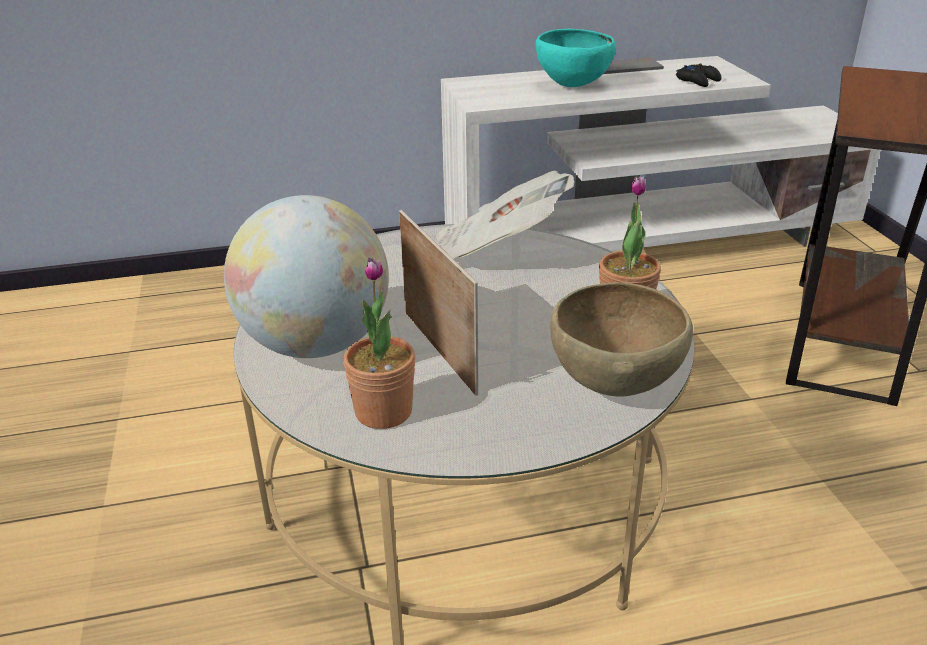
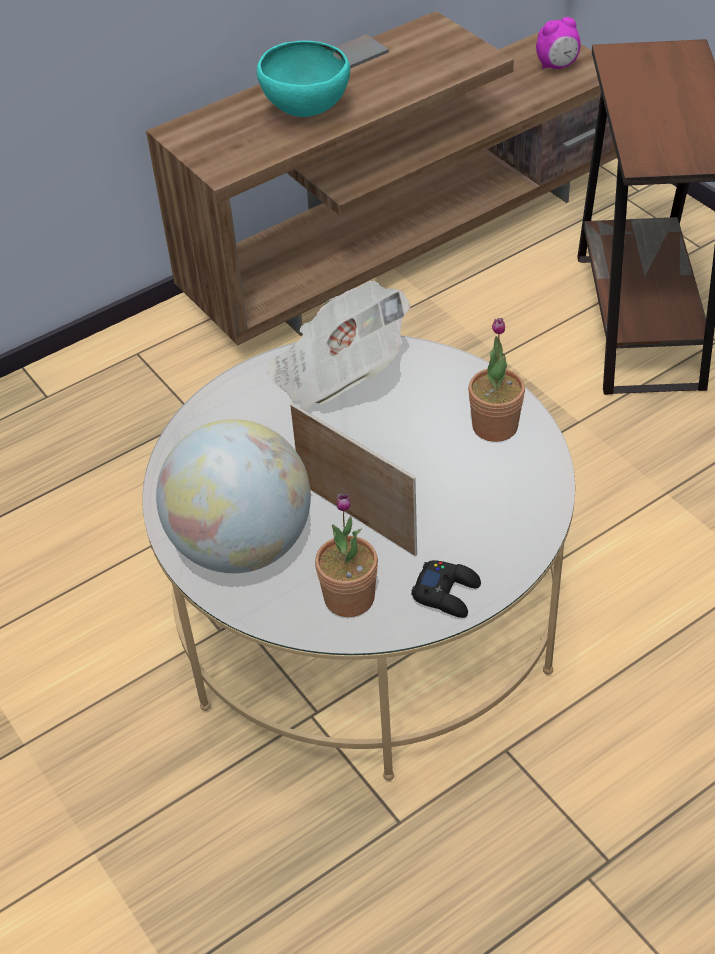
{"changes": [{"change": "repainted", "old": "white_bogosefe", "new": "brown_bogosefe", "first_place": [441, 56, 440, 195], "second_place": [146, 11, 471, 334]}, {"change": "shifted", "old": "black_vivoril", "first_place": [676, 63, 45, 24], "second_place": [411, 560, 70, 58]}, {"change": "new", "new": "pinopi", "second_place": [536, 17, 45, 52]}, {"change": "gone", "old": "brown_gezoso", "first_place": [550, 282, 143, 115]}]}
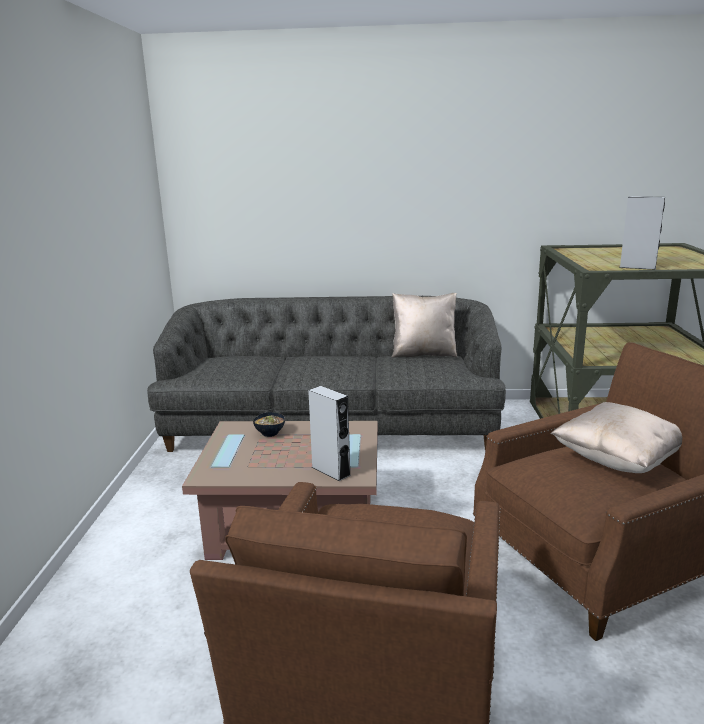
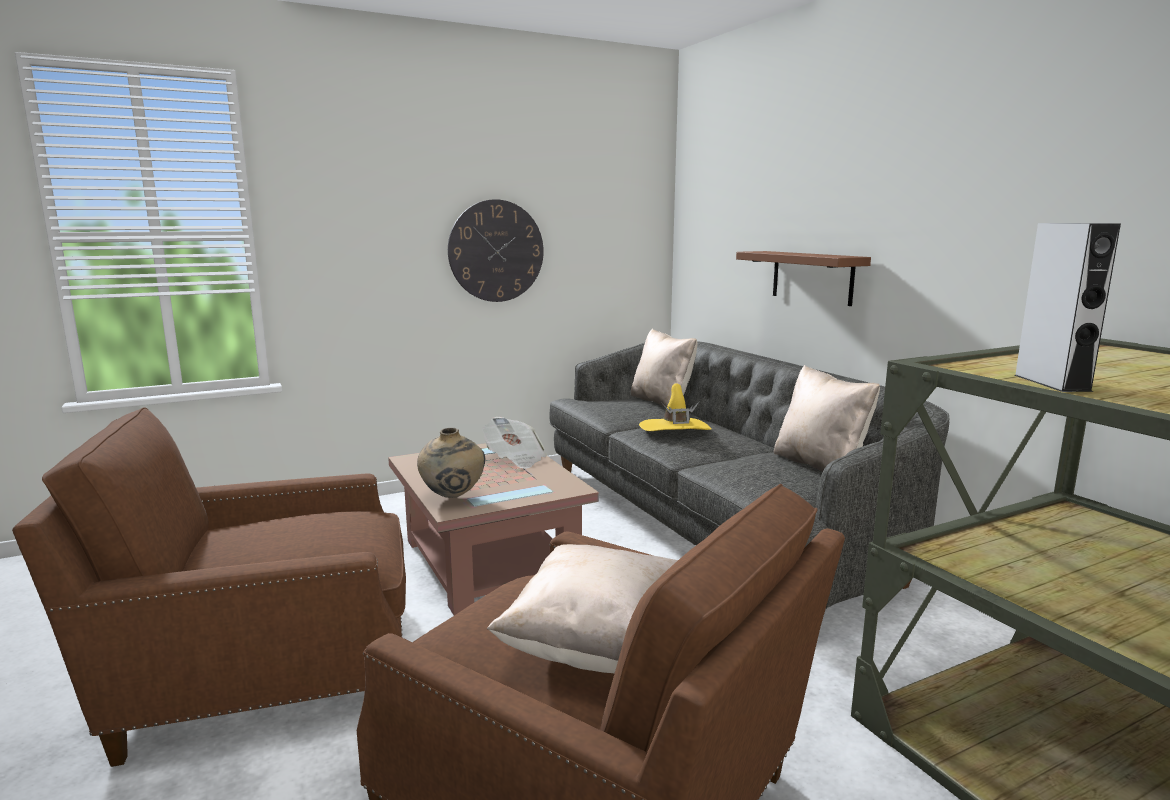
{"changes": [{"change": "swapped", "old": "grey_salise", "new": "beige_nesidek", "first_place": [308, 386, 43, 95], "second_place": [417, 428, 68, 70]}, {"change": "new", "new": "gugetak", "second_place": [448, 199, 96, 103]}, {"change": "swapped", "old": "gezoso", "new": "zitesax", "first_place": [253, 412, 32, 25], "second_place": [482, 417, 65, 52]}, {"change": "new", "new": "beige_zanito", "second_place": [631, 329, 66, 78]}, {"change": "new", "new": "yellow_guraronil", "second_place": [639, 383, 73, 48]}, {"change": "new", "new": "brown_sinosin", "second_place": [736, 251, 135, 55]}]}
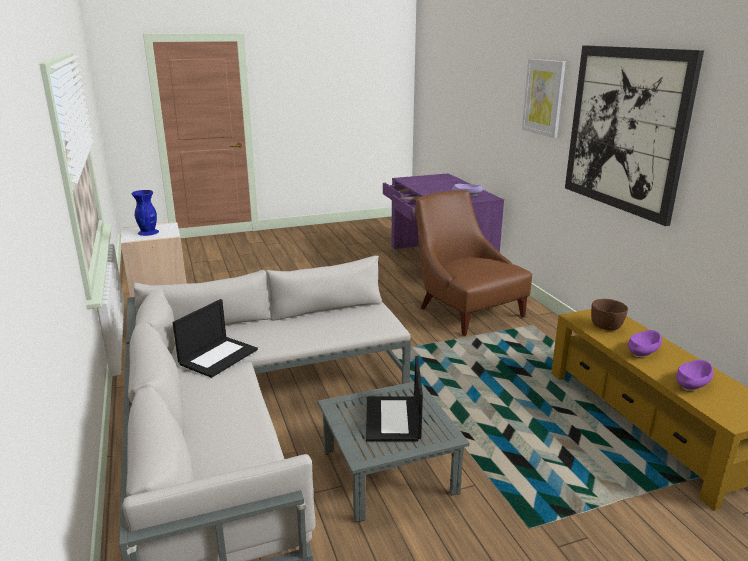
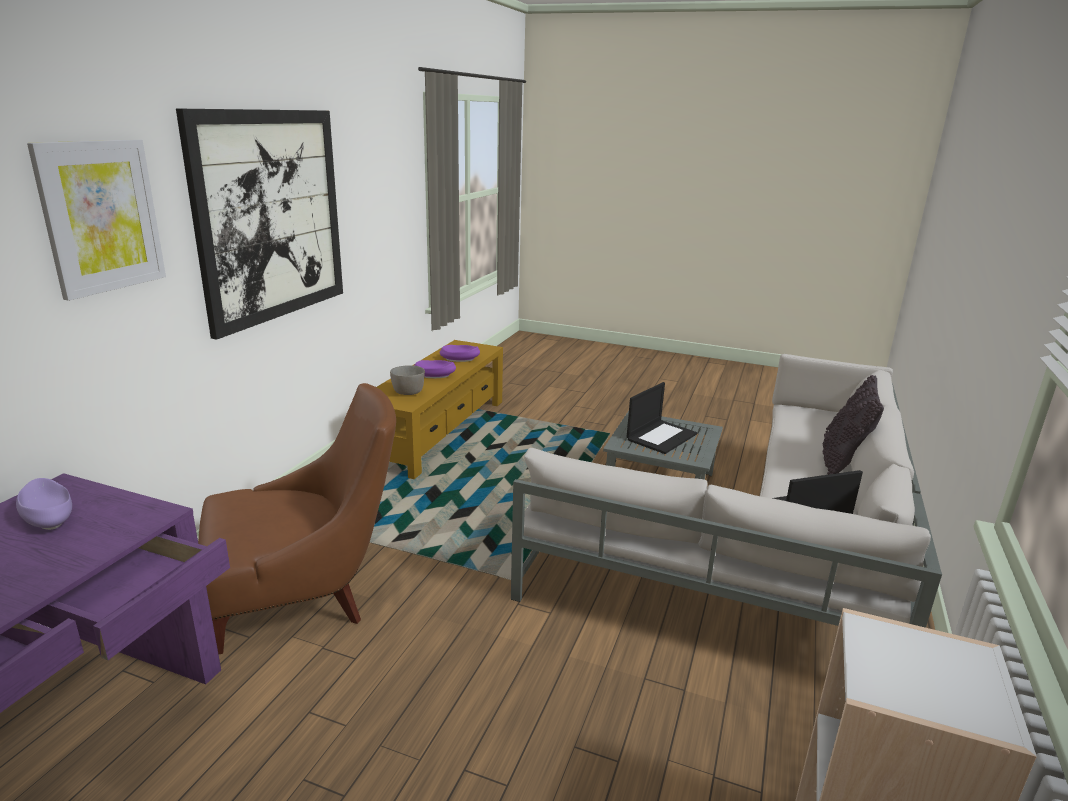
{"changes": [{"change": "rotated", "old": "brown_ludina", "first_place": [416, 190, 116, 146], "second_place": [198, 383, 198, 272], "degrees": -120}, {"change": "repainted", "old": "brown_gezoso", "new": "grey_gezoso", "first_place": [591, 299, 37, 32], "second_place": [390, 365, 35, 30]}, {"change": "new", "new": "black_zanito", "second_place": [822, 375, 62, 100]}, {"change": "gone", "old": "blue_nesidek", "first_place": [132, 190, 27, 46]}]}
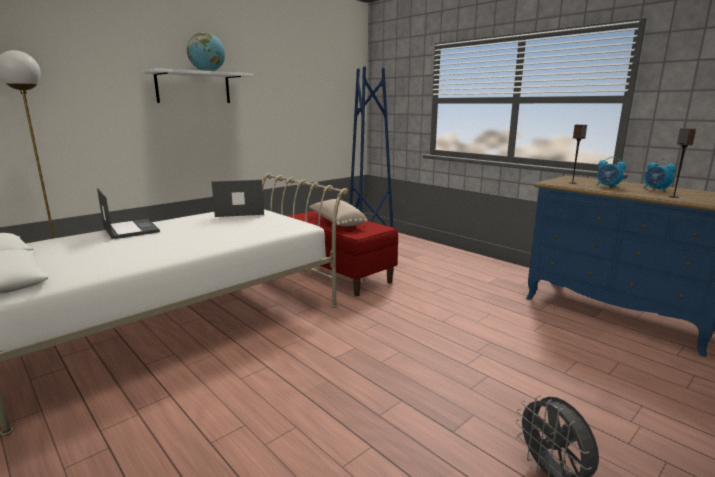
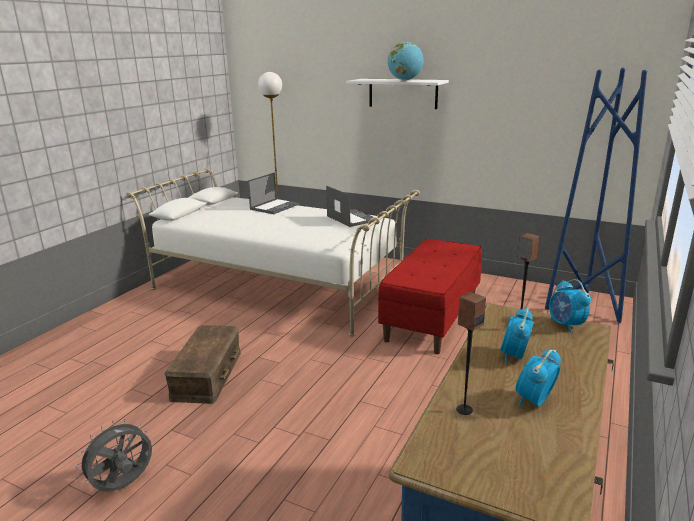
{"changes": [{"change": "new", "new": "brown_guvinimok", "second_place": [165, 325, 76, 79]}, {"change": "new", "new": "pinopi", "second_place": [549, 279, 42, 54]}, {"change": "gone", "old": "beige_zanito", "first_place": [309, 199, 58, 27]}]}
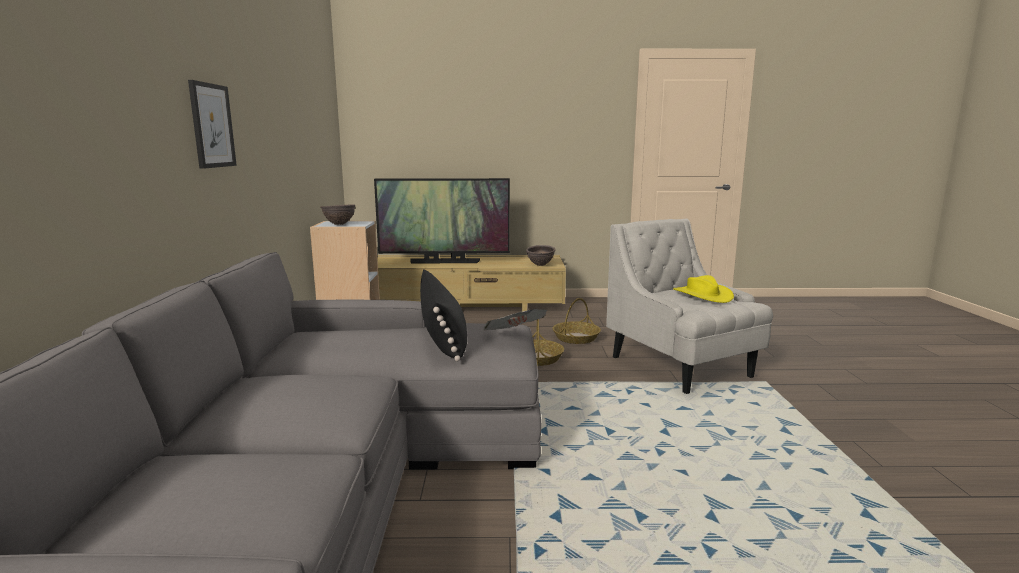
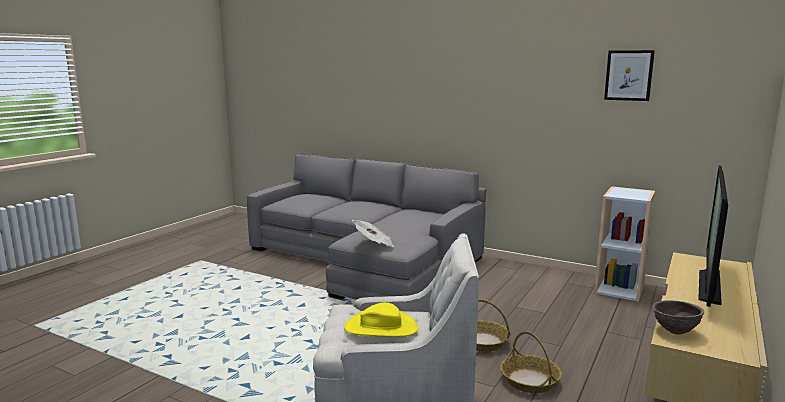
{"changes": [{"change": "shifted", "old": "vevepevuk", "first_place": [188, 80, 49, 89], "second_place": [604, 50, 51, 51]}, {"change": "gone", "old": "brown_gezoso", "first_place": [320, 204, 35, 21]}, {"change": "gone", "old": "black_zanito", "first_place": [420, 269, 47, 93]}]}
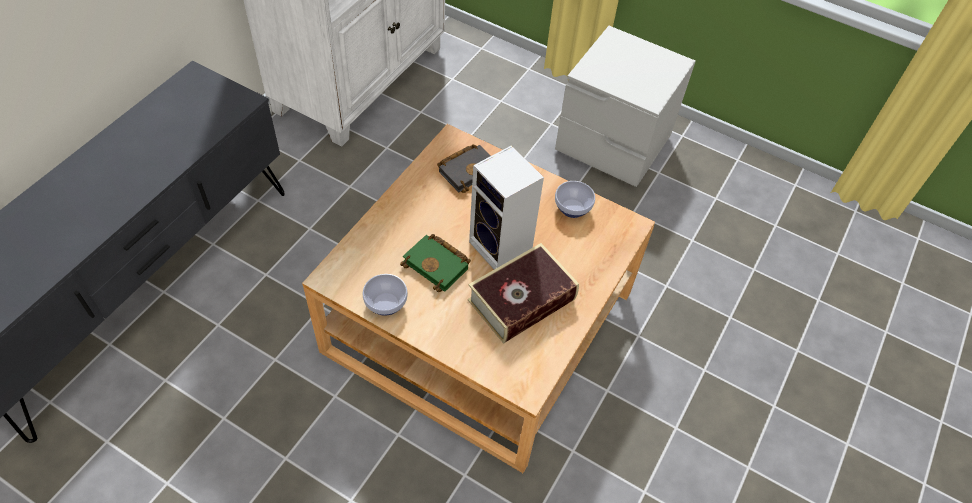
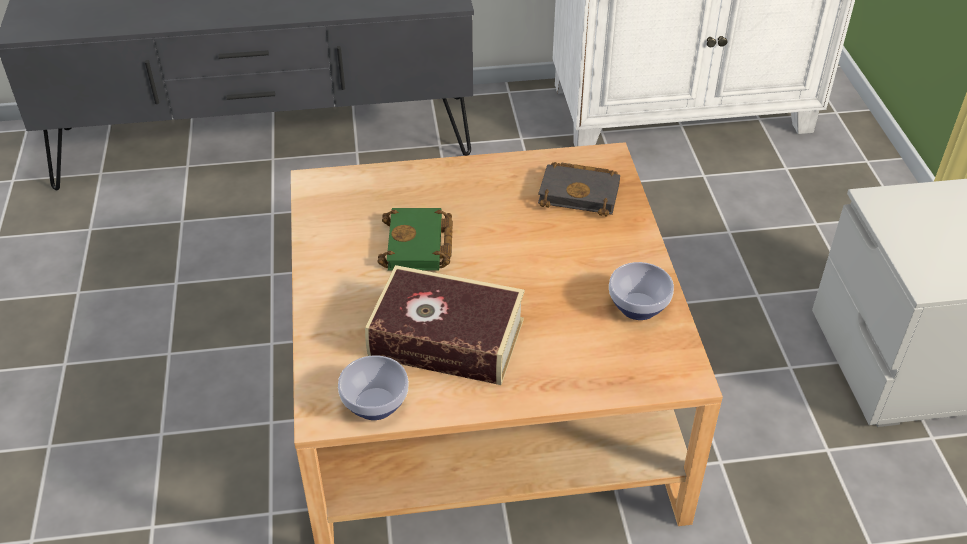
{"changes": [{"change": "shifted", "old": "gezoso", "first_place": [363, 274, 45, 42], "second_place": [338, 355, 71, 65]}, {"change": "gone", "old": "salise", "first_place": [469, 145, 75, 124]}]}
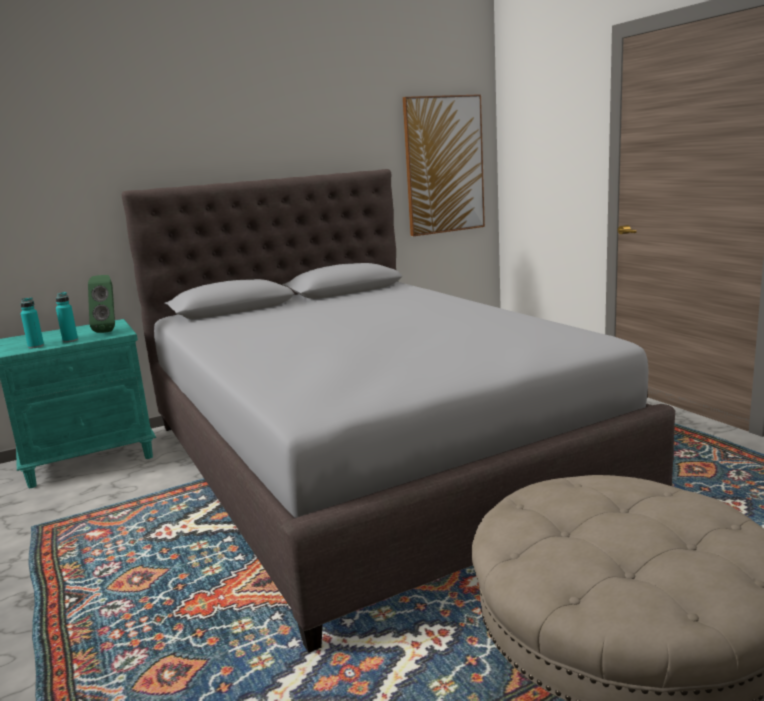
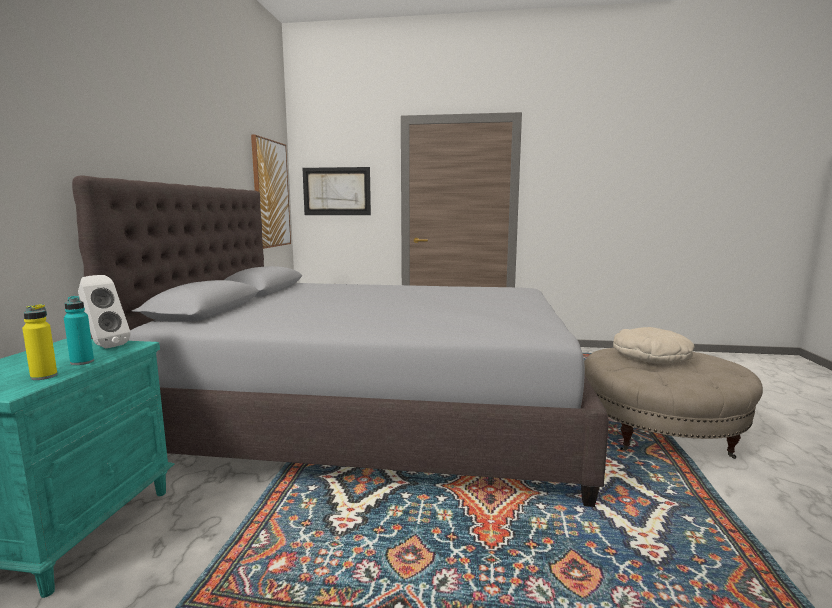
{"changes": [{"change": "repainted", "old": "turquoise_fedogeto", "new": "yellow_fedogeto", "first_place": [21, 297, 23, 52], "second_place": [22, 304, 36, 76]}, {"change": "repainted", "old": "green_salise", "new": "white_salise", "first_place": [88, 275, 27, 58], "second_place": [78, 275, 53, 73]}, {"change": "new", "new": "vevepevuk", "second_place": [302, 167, 69, 48]}, {"change": "new", "new": "beige_zanito", "second_place": [613, 327, 81, 37]}]}
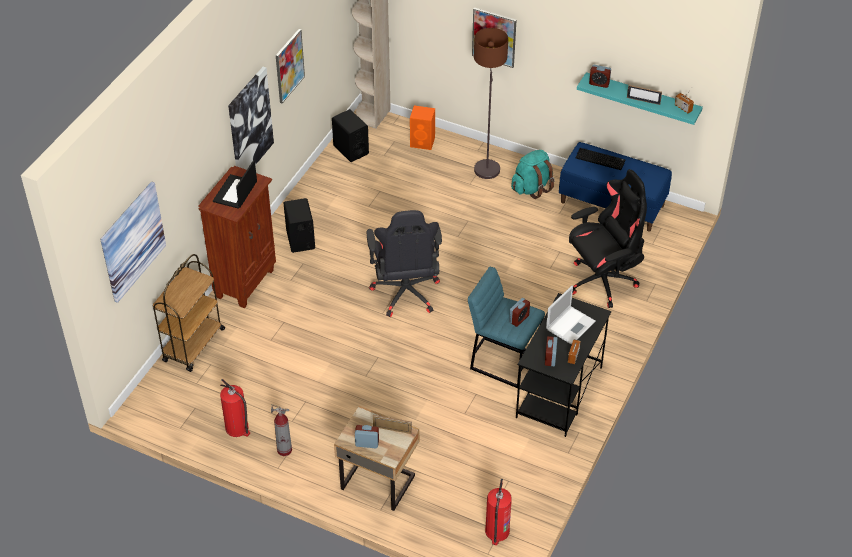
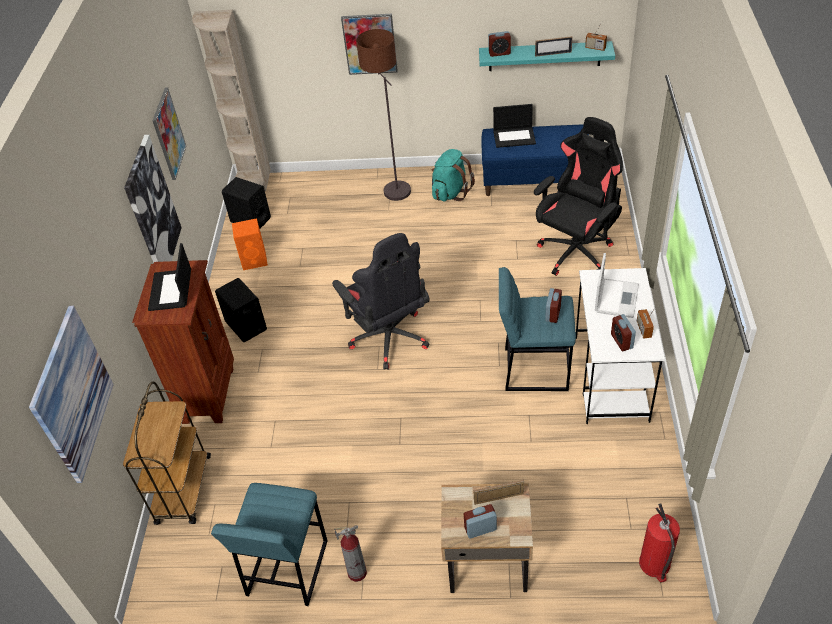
{"changes": [{"change": "swapped", "old": "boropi", "new": "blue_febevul", "first_place": [220, 379, 30, 58], "second_place": [211, 483, 117, 123]}, {"change": "shifted", "old": "orange_salise", "first_place": [410, 106, 25, 44], "second_place": [232, 218, 36, 52]}, {"change": "swapped", "old": "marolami", "new": "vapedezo", "first_place": [576, 148, 49, 22], "second_place": [493, 104, 43, 44]}, {"change": "repainted", "old": "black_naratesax", "new": "white_naratesax", "first_place": [516, 293, 95, 144], "second_place": [576, 268, 89, 156]}]}
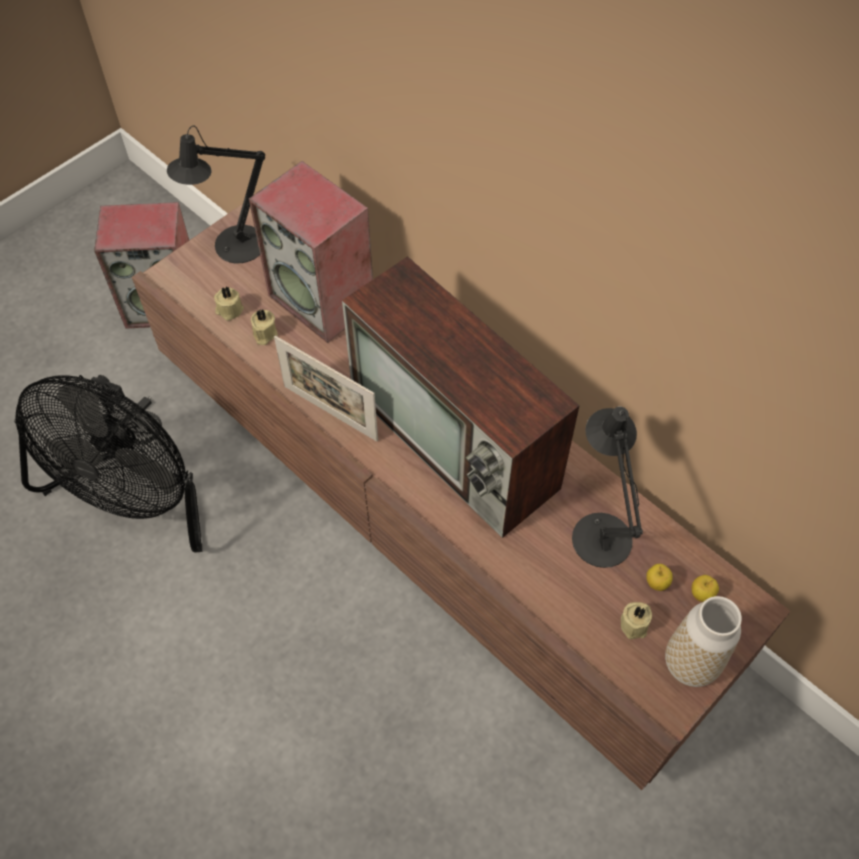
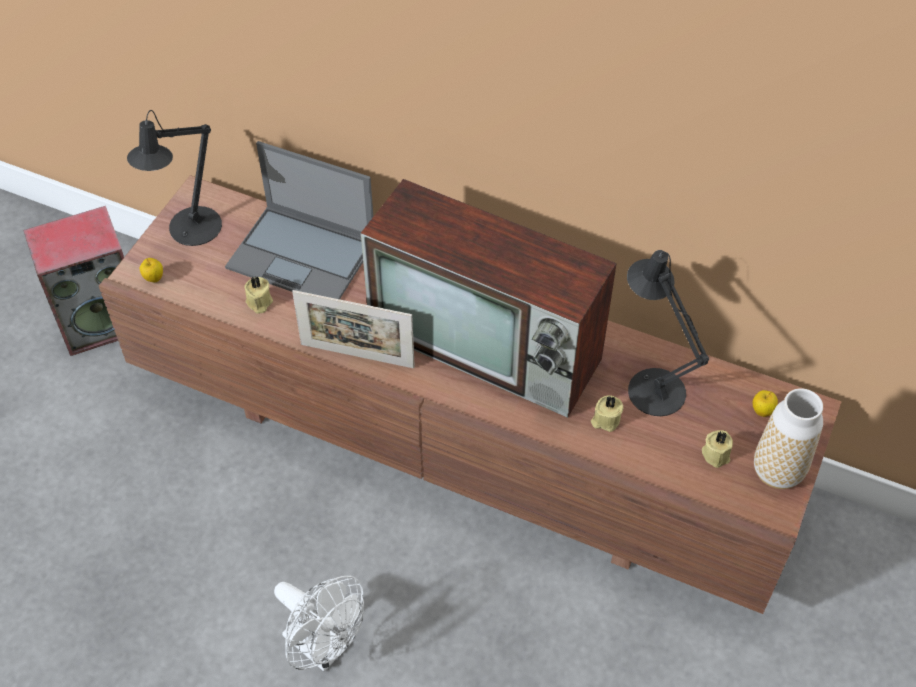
{"changes": [{"change": "shifted", "old": "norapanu", "first_place": [646, 564, 27, 27], "second_place": [140, 258, 23, 24]}, {"change": "swapped", "old": "salise", "new": "vapedezo", "first_place": [249, 161, 124, 182], "second_place": [225, 141, 148, 158]}, {"change": "new", "new": "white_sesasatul", "second_place": [274, 576, 90, 95]}, {"change": "shifted", "old": "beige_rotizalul", "first_place": [214, 287, 30, 34], "second_place": [591, 395, 32, 37]}, {"change": "gone", "old": "black_sesasatul", "first_place": [14, 375, 188, 178]}]}
